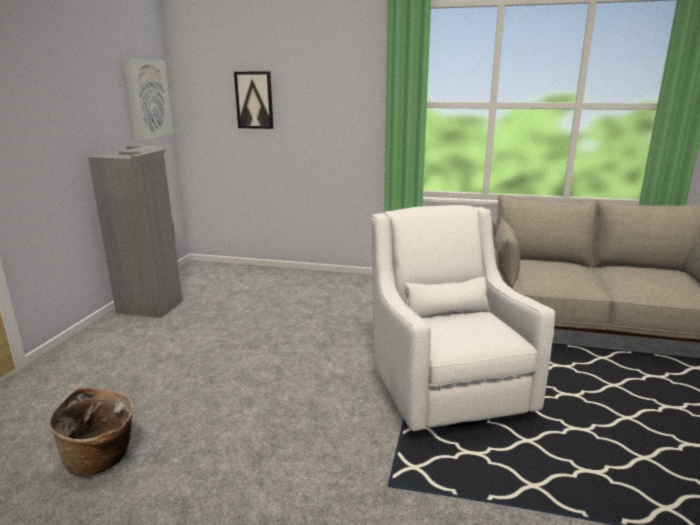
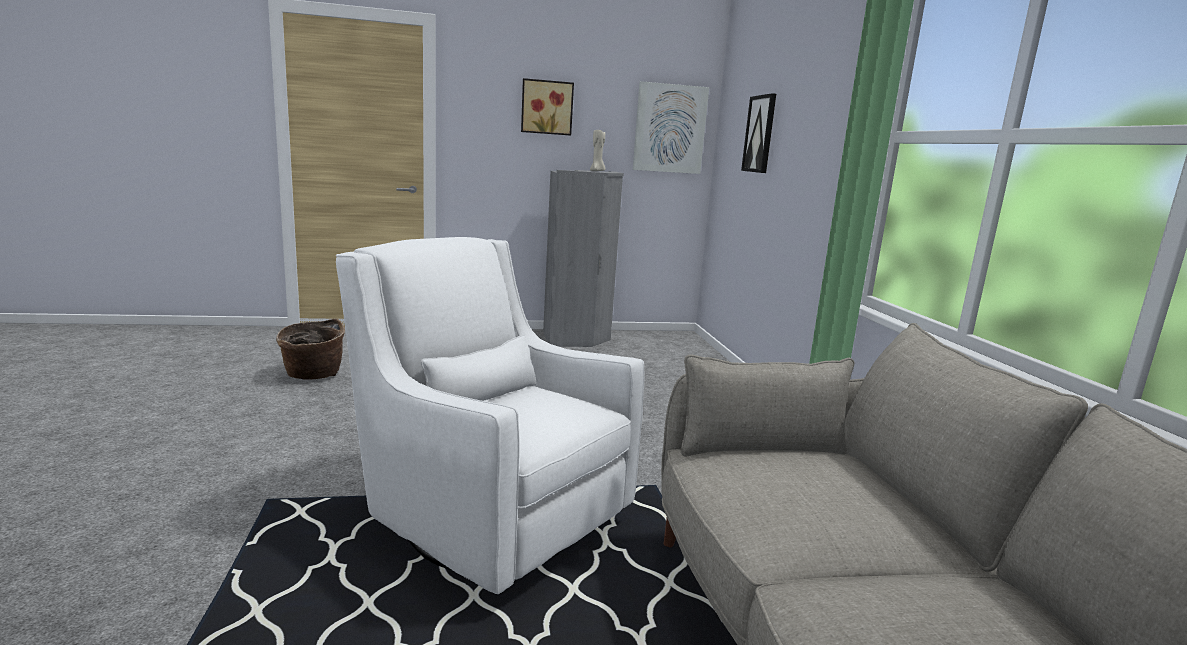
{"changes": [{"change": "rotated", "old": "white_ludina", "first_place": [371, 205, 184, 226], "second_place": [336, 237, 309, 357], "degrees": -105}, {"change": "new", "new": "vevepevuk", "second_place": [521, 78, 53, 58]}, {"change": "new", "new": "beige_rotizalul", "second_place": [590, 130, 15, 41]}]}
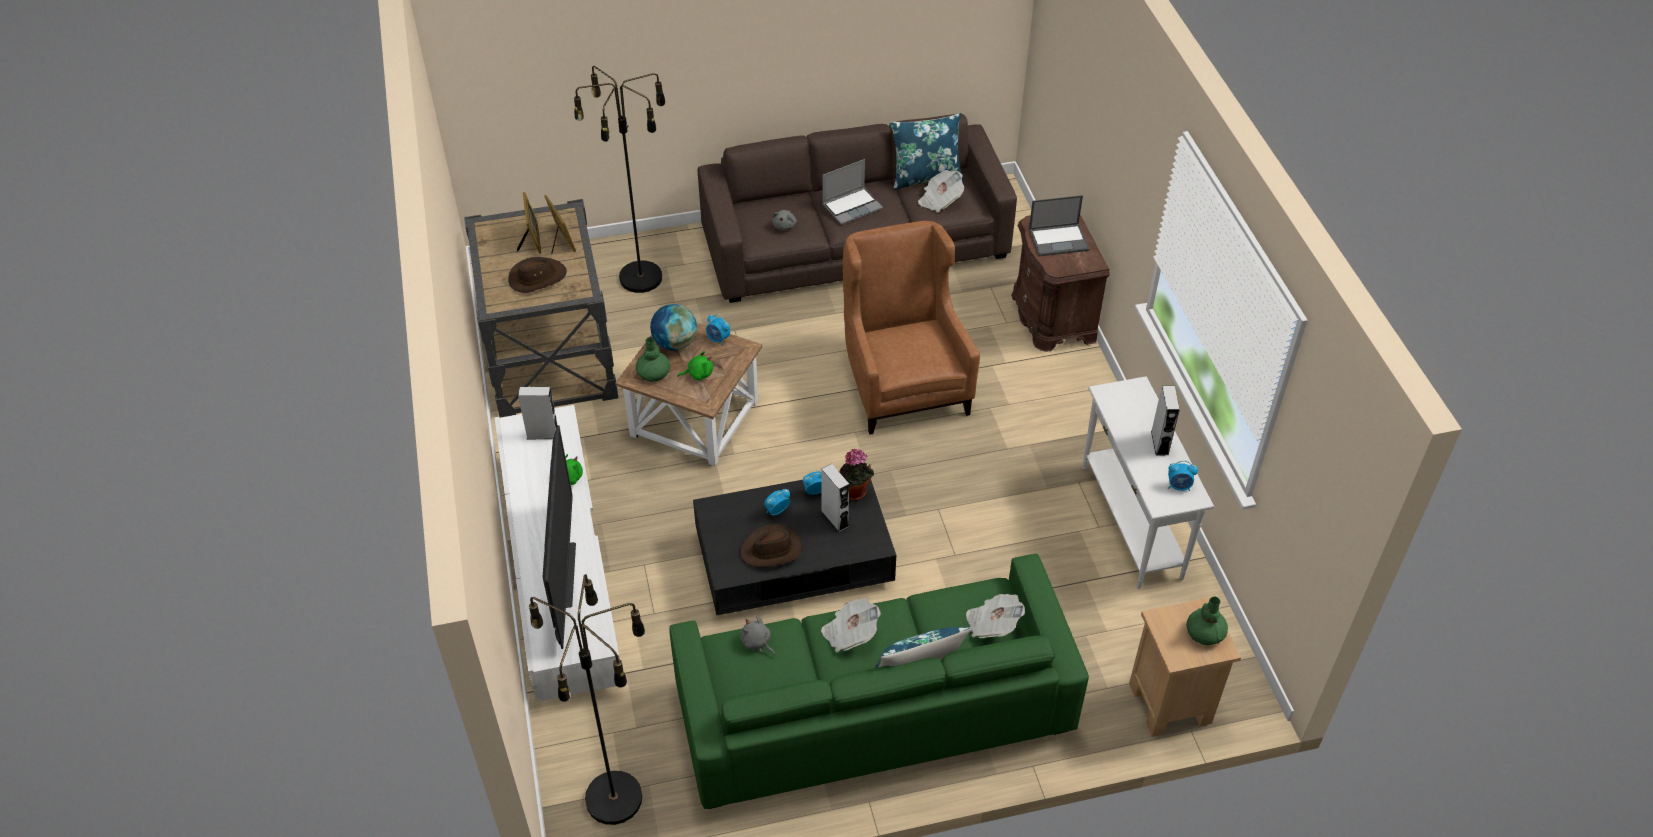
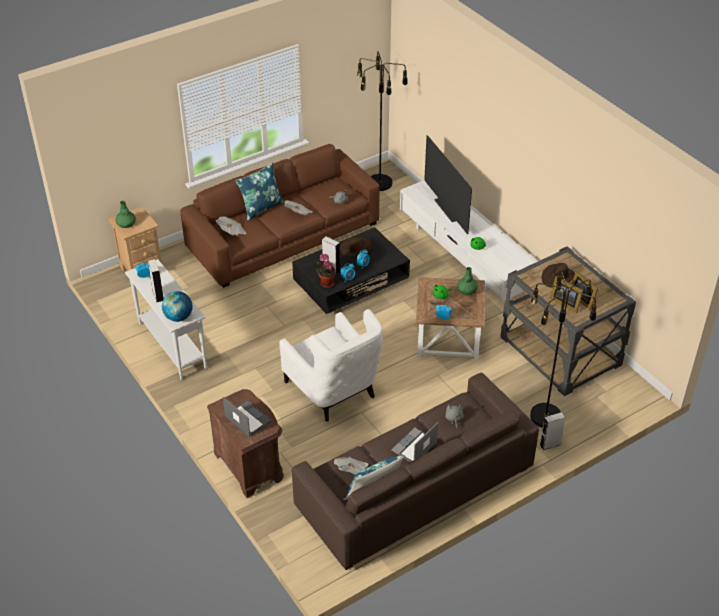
{"changes": [{"change": "shifted", "old": "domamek", "first_place": [650, 304, 47, 47], "second_place": [162, 291, 31, 31]}, {"change": "repainted", "old": "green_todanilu", "new": "brown_todanilu", "first_place": [670, 554, 419, 255], "second_place": [180, 144, 200, 144]}, {"change": "rotated", "old": "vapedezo", "first_place": [1029, 195, 60, 61], "second_place": [223, 397, 50, 40], "degrees": 75}, {"change": "repainted", "old": "brown_ludina", "new": "white_ludina", "first_place": [843, 221, 137, 214], "second_place": [279, 309, 104, 113]}, {"change": "shifted", "old": "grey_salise", "first_place": [518, 387, 39, 52], "second_place": [540, 412, 25, 38]}]}
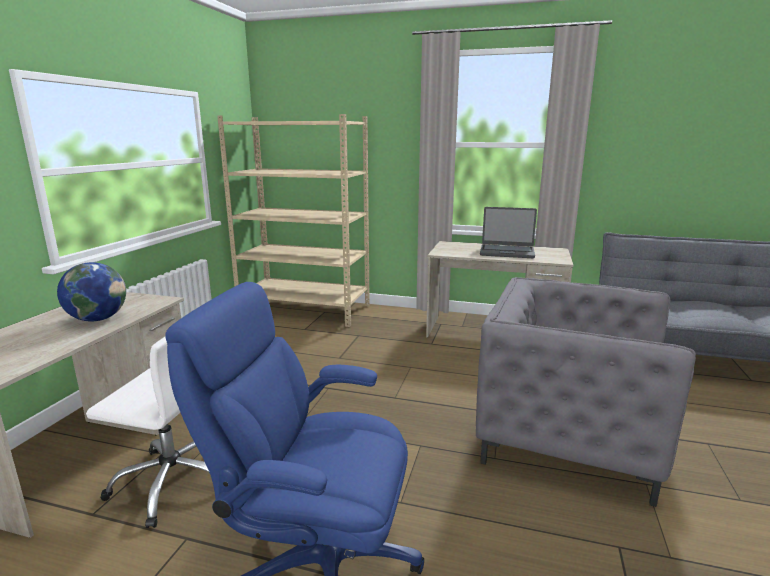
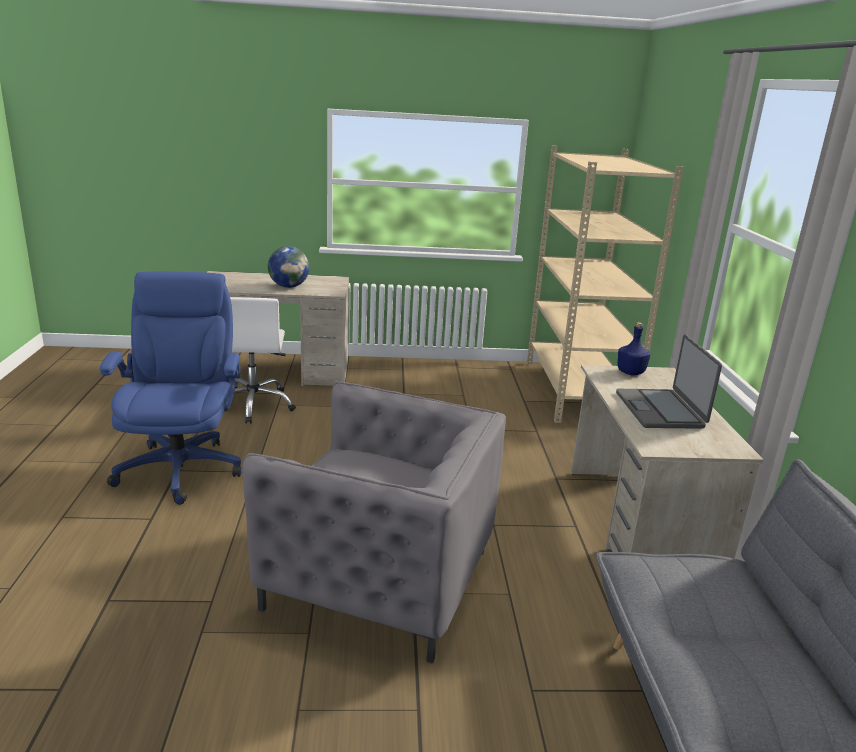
{"changes": [{"change": "rotated", "old": "grey_ludina", "first_place": [476, 277, 220, 230], "second_place": [243, 381, 263, 283], "degrees": 105}, {"change": "new", "new": "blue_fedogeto", "second_place": [618, 322, 33, 54]}]}
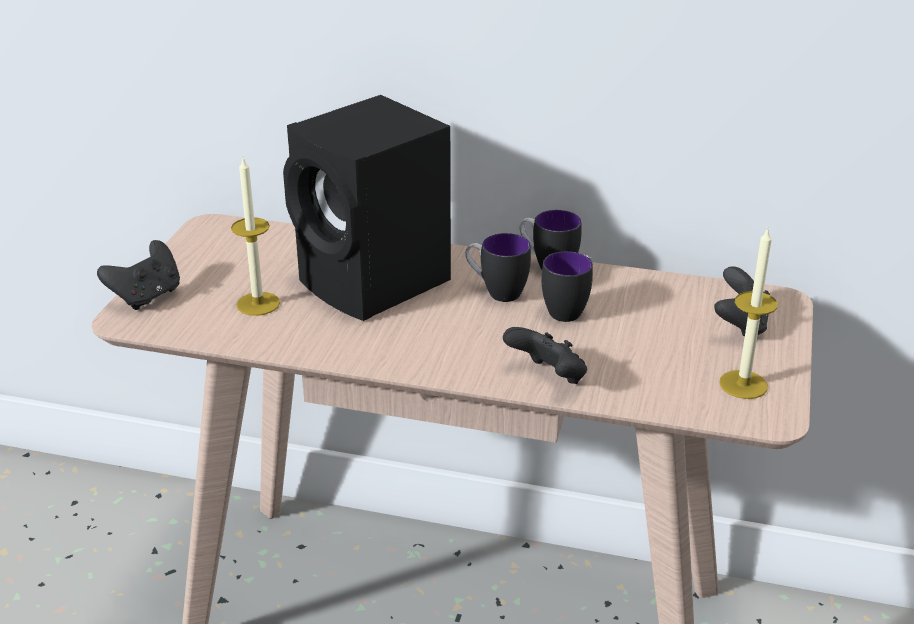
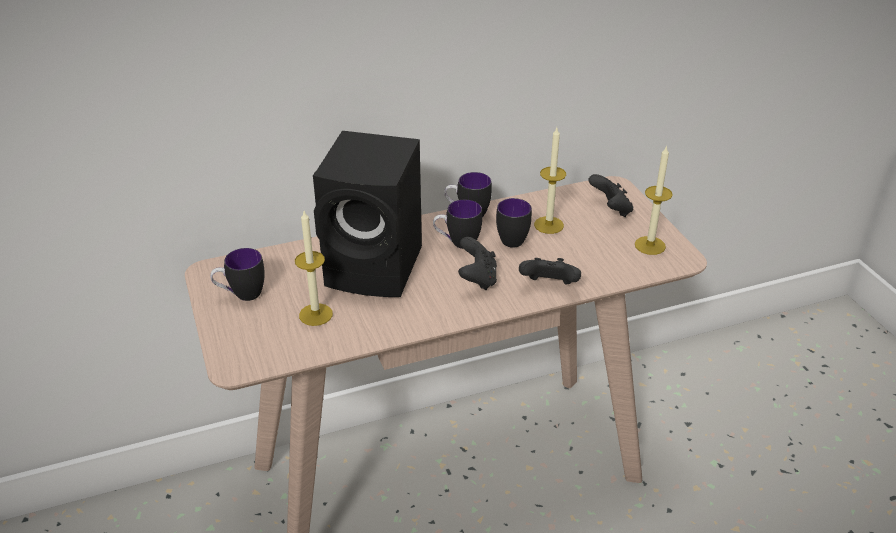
{"changes": [{"change": "new", "new": "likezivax", "second_place": [210, 248, 55, 53]}, {"change": "shifted", "old": "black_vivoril", "first_place": [97, 240, 83, 70], "second_place": [458, 237, 39, 53]}, {"change": "new", "new": "rotizalul", "second_place": [534, 128, 32, 106]}]}
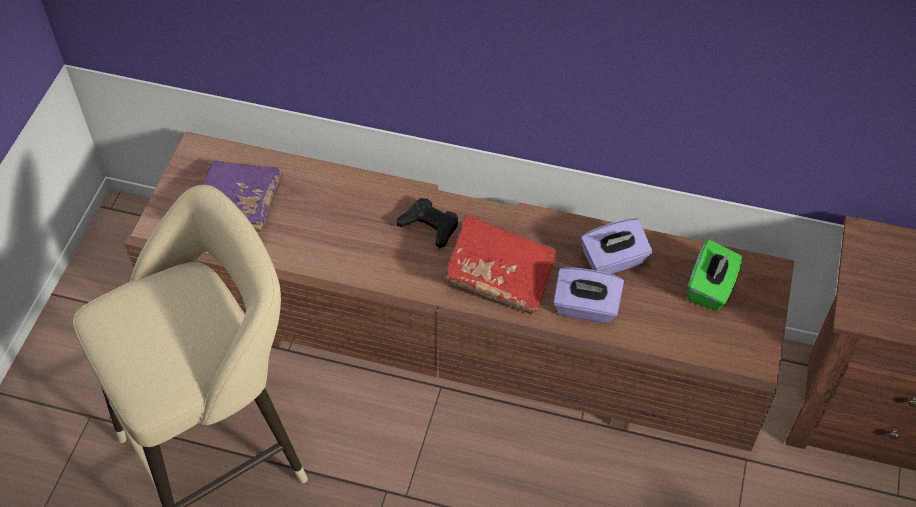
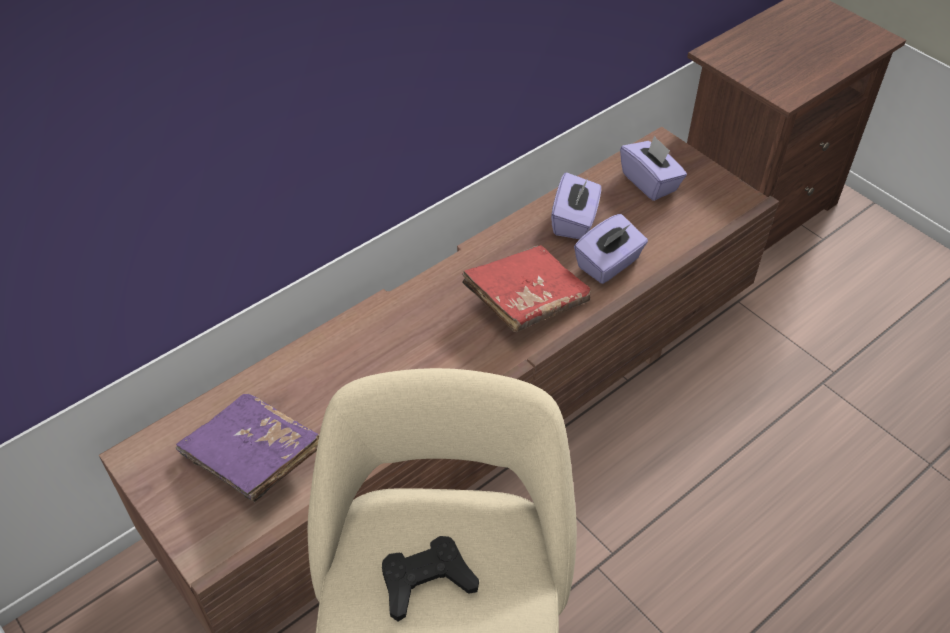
{"changes": [{"change": "shifted", "old": "black_vivoril", "first_place": [396, 198, 62, 50], "second_place": [382, 536, 97, 86]}, {"change": "repainted", "old": "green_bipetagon", "new": "purple_bipetagon", "first_place": [687, 239, 55, 72], "second_place": [620, 135, 67, 66]}]}
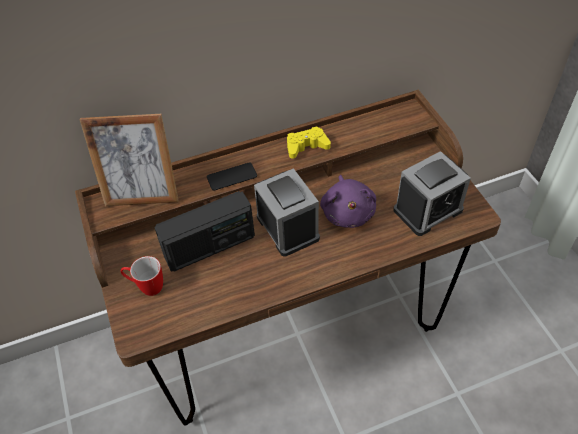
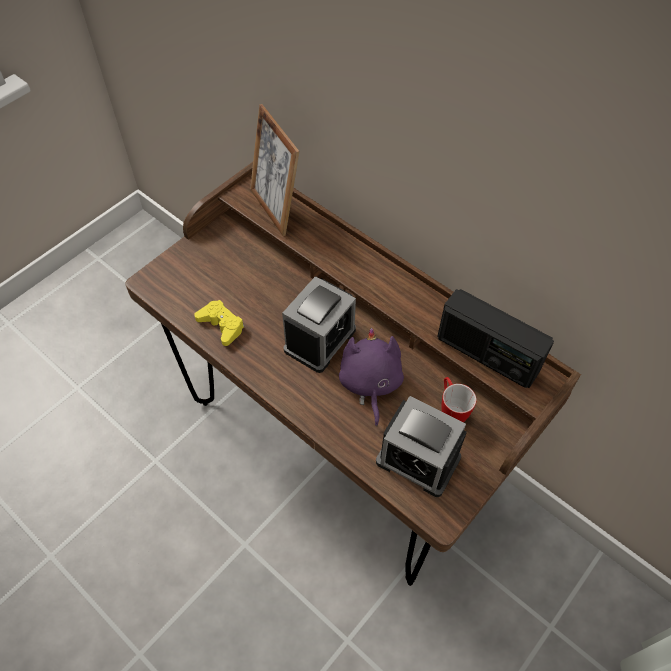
{"changes": [{"change": "shifted", "old": "yellow_vivoril", "first_place": [287, 126, 44, 33], "second_place": [194, 300, 50, 46]}, {"change": "rotated", "old": "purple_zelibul", "first_place": [320, 175, 56, 53], "second_place": [339, 328, 65, 99], "degrees": 120}, {"change": "shifted", "old": "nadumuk", "first_place": [154, 191, 101, 80], "second_place": [437, 289, 117, 99]}, {"change": "shifted", "old": "likezivax", "first_place": [121, 256, 42, 40], "second_place": [442, 377, 34, 46]}, {"change": "gone", "old": "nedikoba", "first_place": [207, 162, 50, 29]}]}
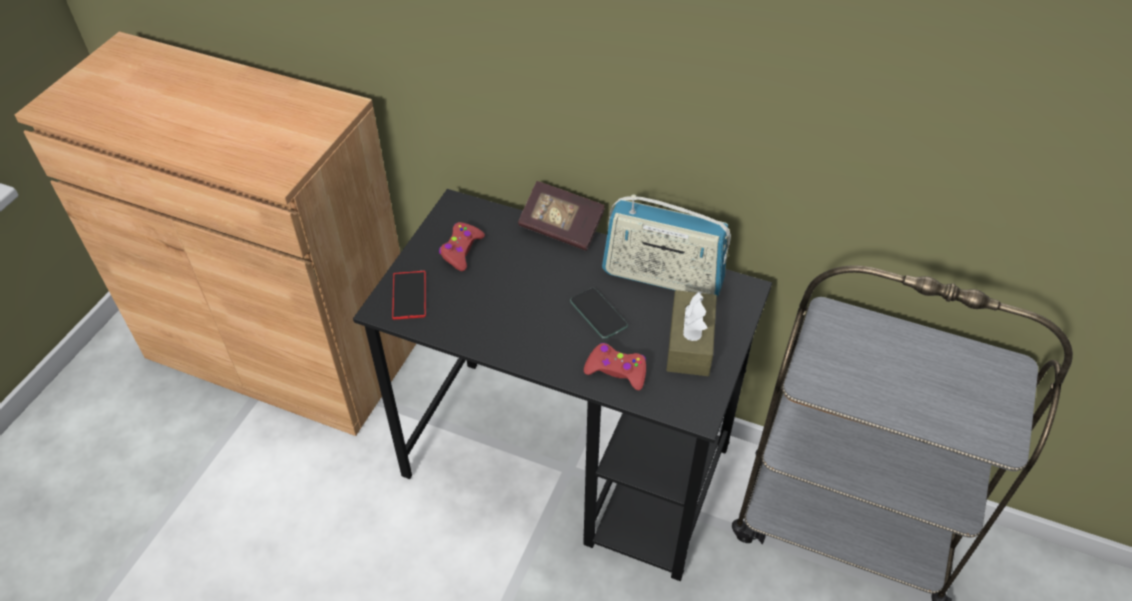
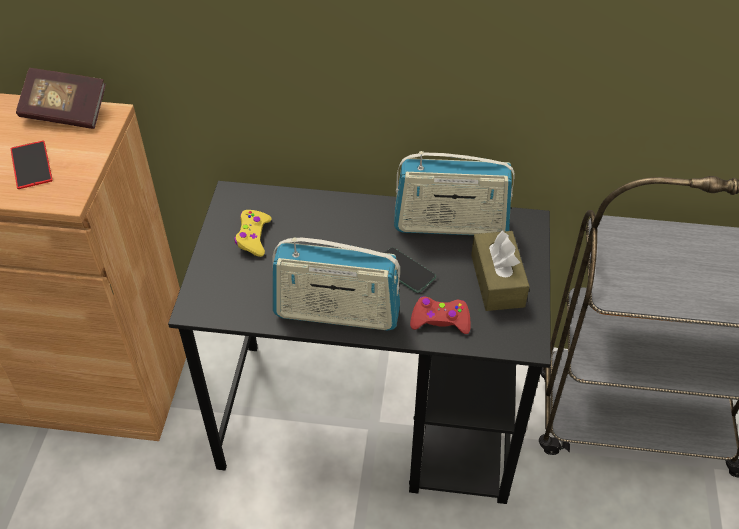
{"changes": [{"change": "shifted", "old": "nedikoba", "first_place": [392, 271, 34, 49], "second_place": [11, 140, 41, 49]}, {"change": "shifted", "old": "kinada", "first_place": [518, 181, 87, 70], "second_place": [16, 68, 90, 61]}, {"change": "repainted", "old": "red_vivoril", "new": "yellow_vivoril", "first_place": [439, 222, 46, 49], "second_place": [234, 210, 37, 47]}, {"change": "new", "new": "nadumuk", "second_place": [272, 237, 128, 94]}]}
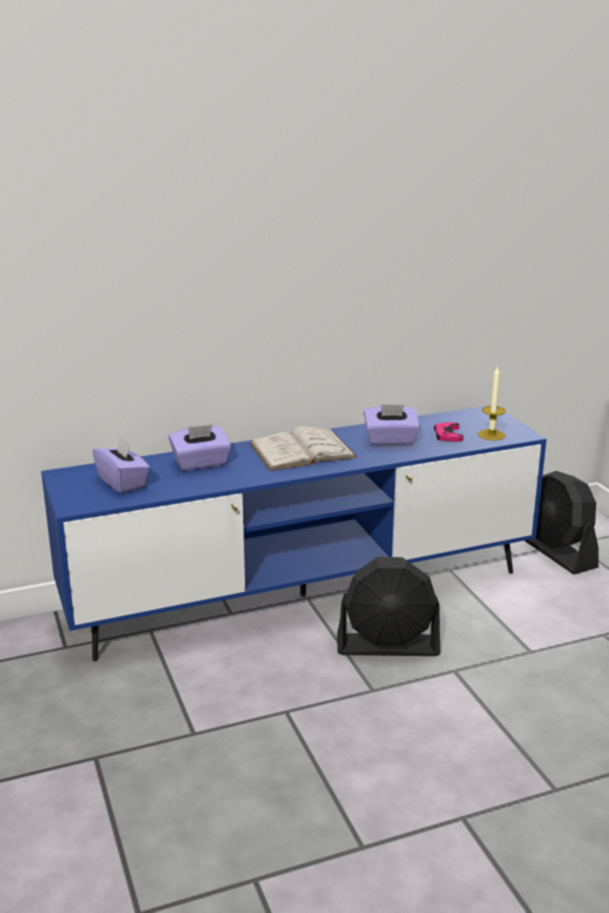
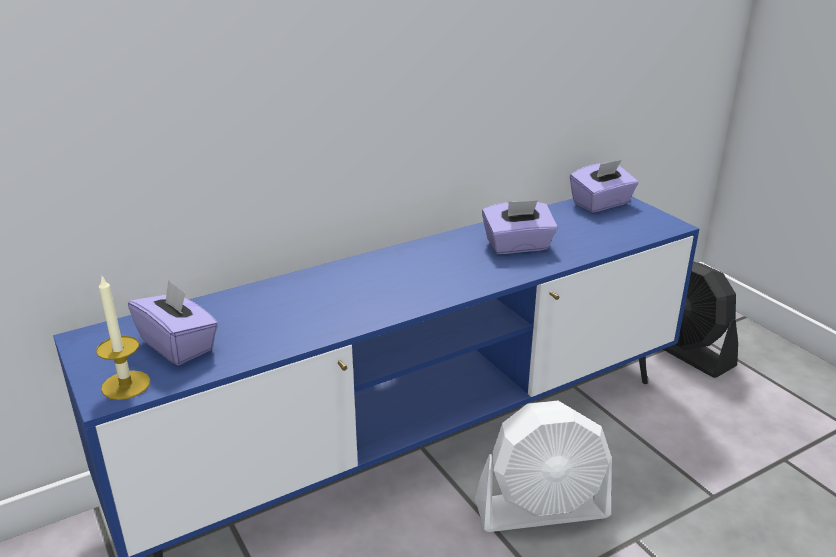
{"changes": [{"change": "shifted", "old": "rotizalul", "first_place": [478, 365, 28, 75], "second_place": [96, 275, 54, 125]}, {"change": "repainted", "old": "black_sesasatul", "new": "white_sesasatul", "first_place": [337, 557, 104, 99], "second_place": [475, 401, 136, 131]}, {"change": "shifted", "old": "purple_bipetagon", "first_place": [169, 425, 62, 46], "second_place": [570, 160, 69, 53]}, {"change": "gone", "old": "white_kinada", "first_place": [250, 426, 108, 45]}, {"change": "gone", "old": "pink_vivoril", "first_place": [434, 422, 29, 20]}]}
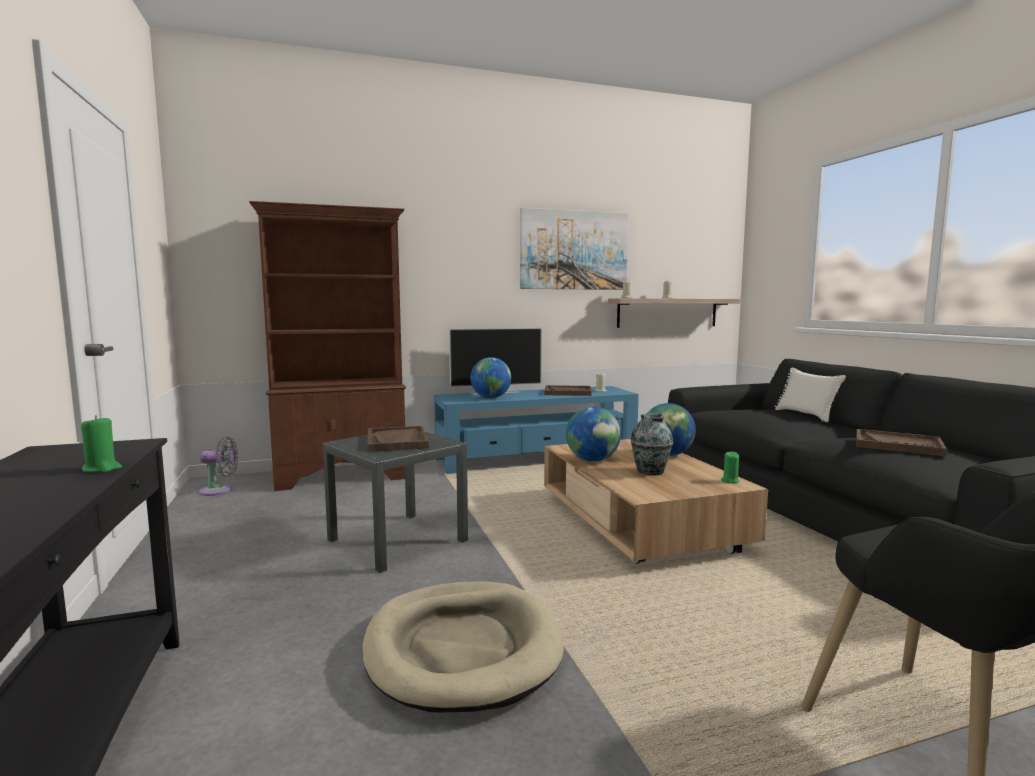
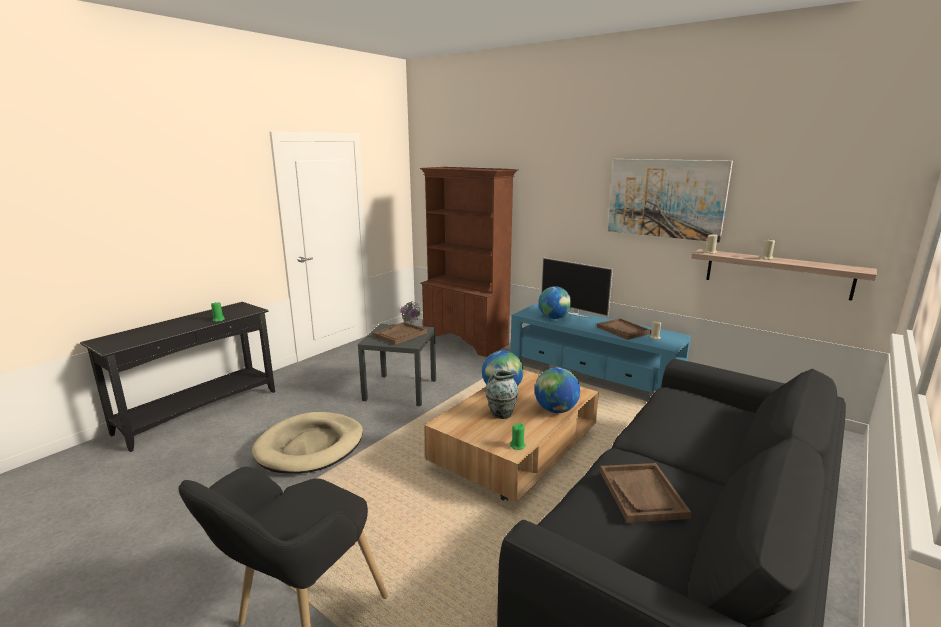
{"changes": [{"change": "gone", "old": "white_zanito", "first_place": [775, 368, 71, 54]}]}
